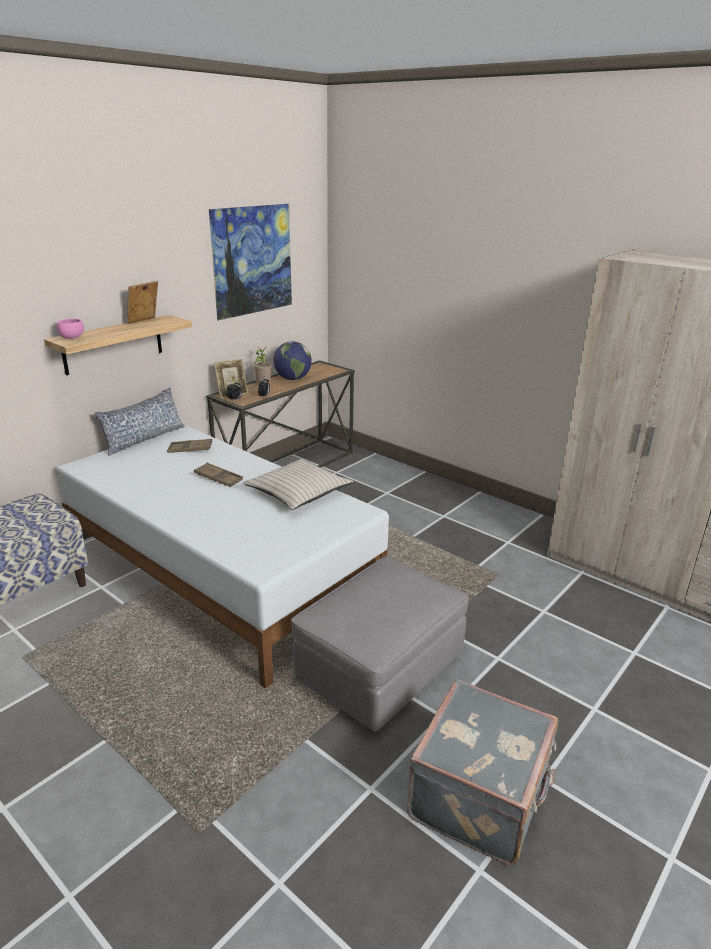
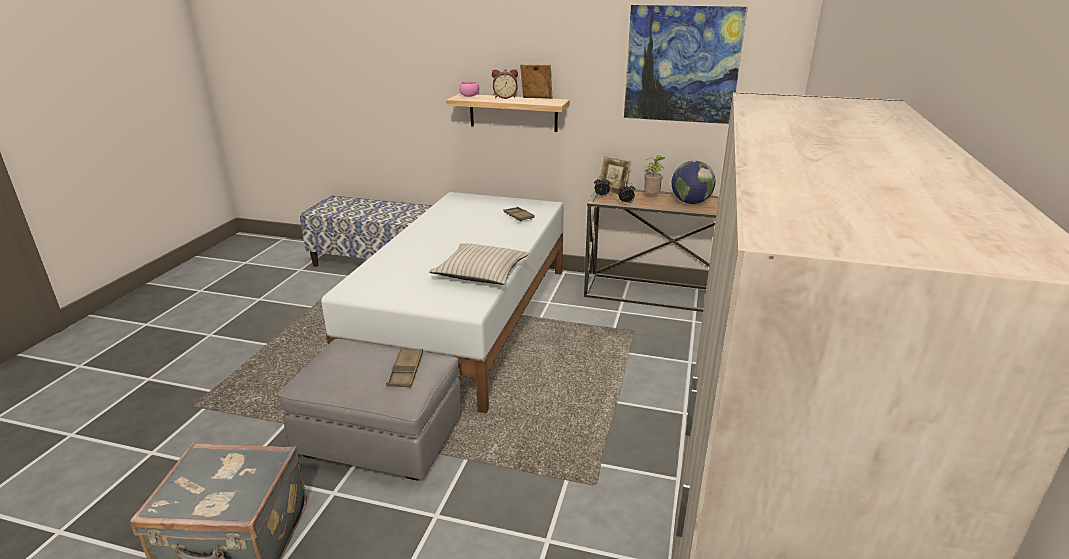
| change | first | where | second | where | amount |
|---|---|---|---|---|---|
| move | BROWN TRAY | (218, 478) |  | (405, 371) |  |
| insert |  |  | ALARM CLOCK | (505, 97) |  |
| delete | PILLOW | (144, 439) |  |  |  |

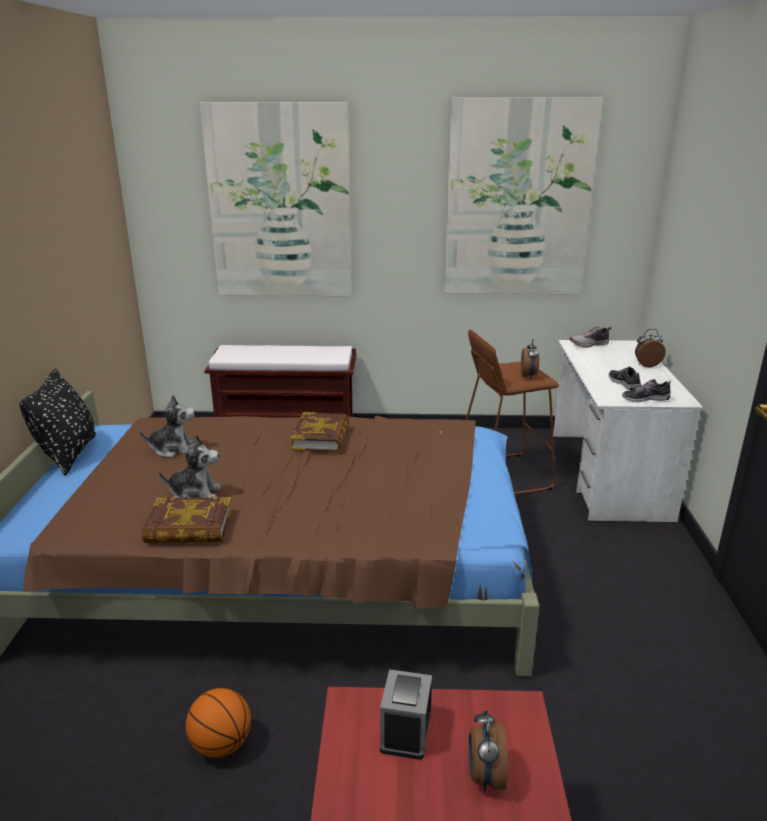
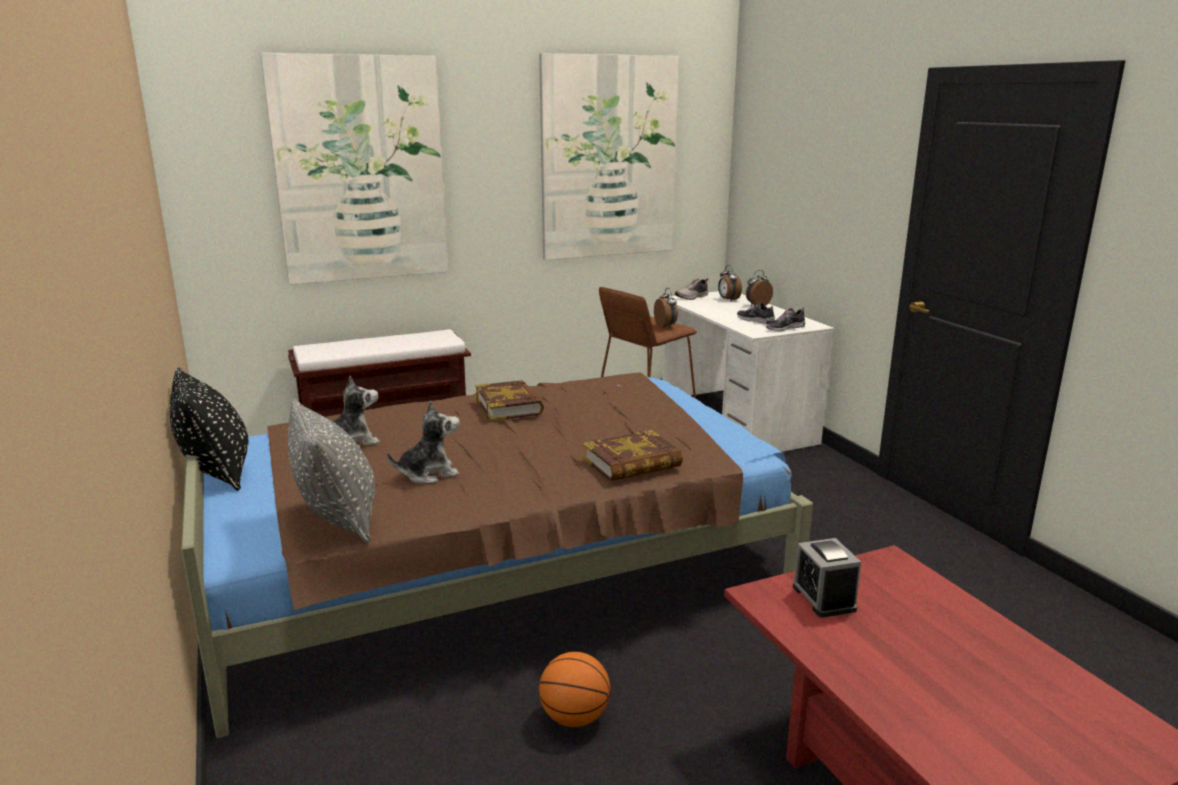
| change | first | where | second | where | amount |
|---|---|---|---|---|---|
| insert |  |  | GREY PILLOW | (338, 519) |  |
| move | BOOK | (189, 527) |  | (632, 463) |  |
| move | ALARM CLOCK | (485, 776) |  | (728, 300) |  |

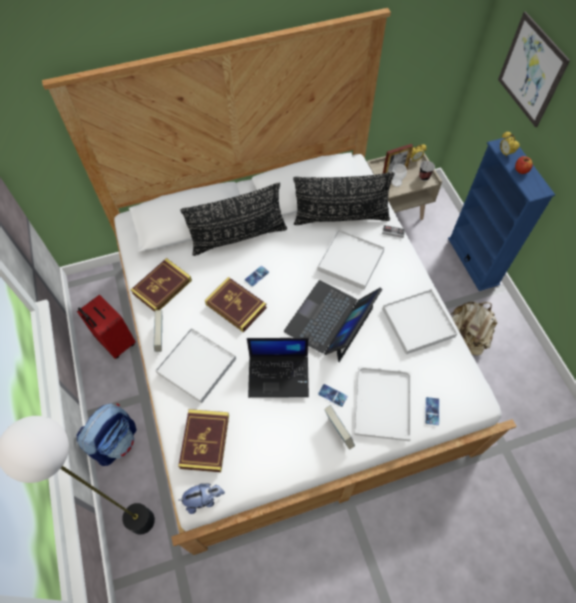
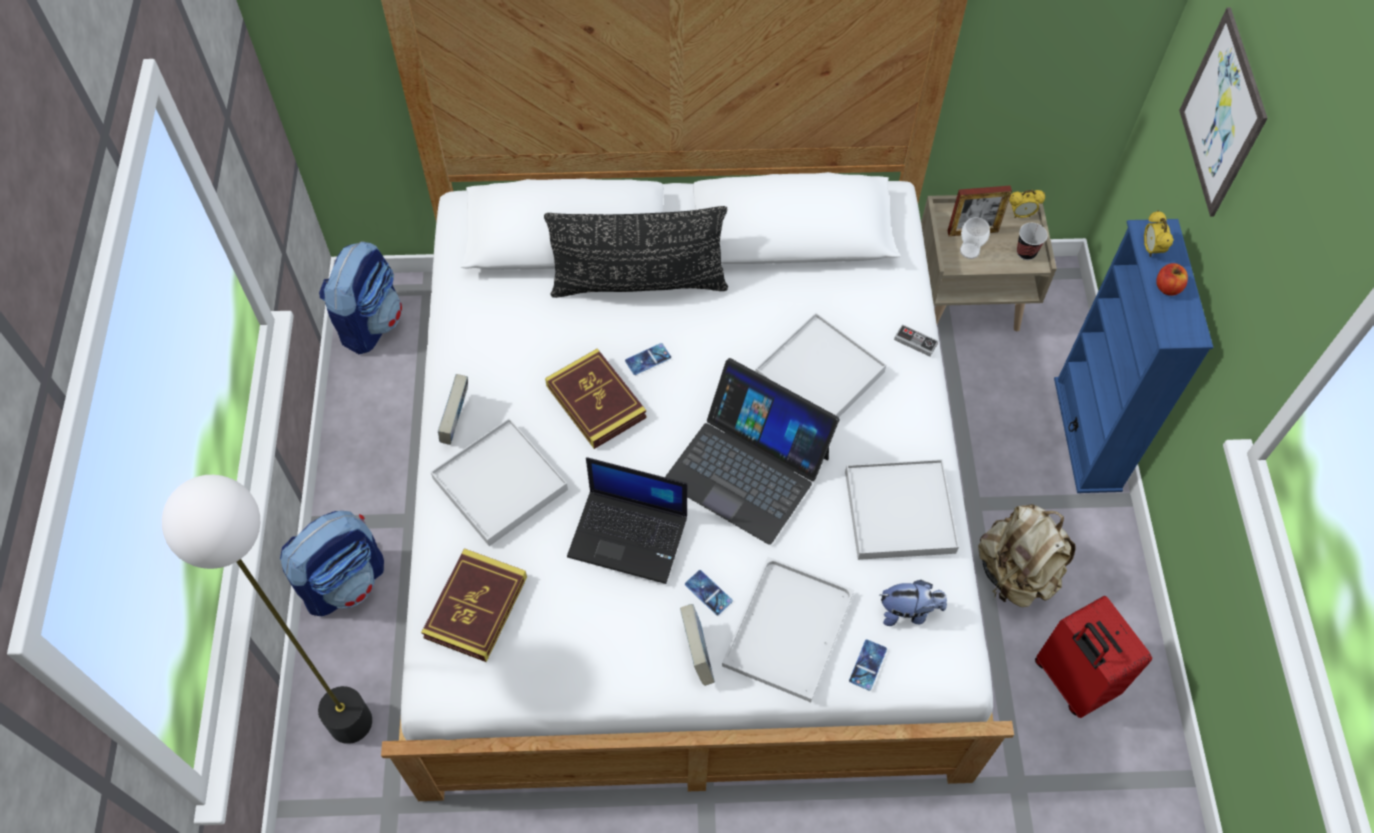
| change | first | where | second | where | amount |
|---|---|---|---|---|---|
| insert |  |  | BACKPACK | (370, 322) |  |
| rotate | LAPTOP | (330, 320) |  | (747, 468) | 105 degrees counterclockwise |
| move | PLUSH TOY | (204, 499) |  | (908, 612) |  |
| move | RED SUITCASE | (115, 342) |  | (1071, 680) |  |
| delete | BOOK | (162, 287) |  |  |  |
| delete | BLACK PILLOW | (341, 217) |  |  |  |

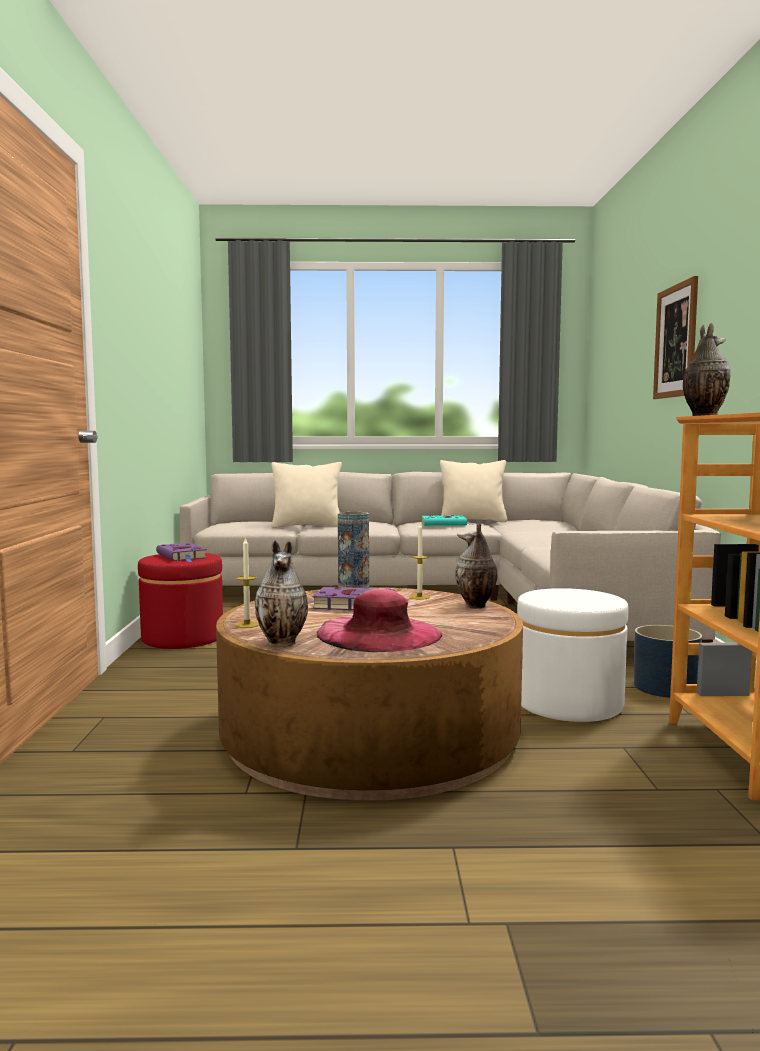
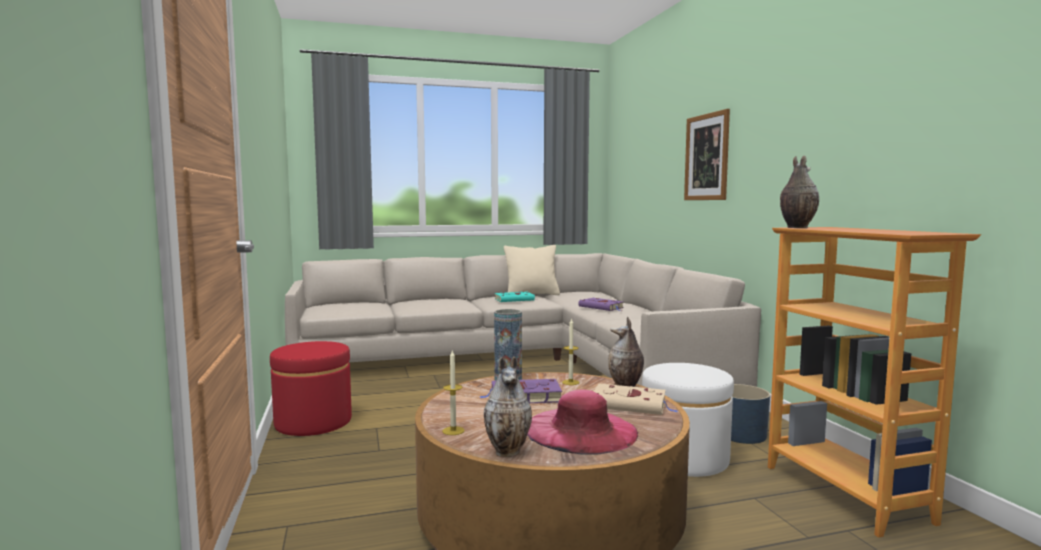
| change | first | where | second | where | amount |
|---|---|---|---|---|---|
| move | PURPLE BOOK | (182, 556) |  | (602, 307) |  |
| insert |  |  | BEIGE BOOK | (631, 405) |  |
| delete | BEIGE PILLOW | (307, 526) |  |  |  |

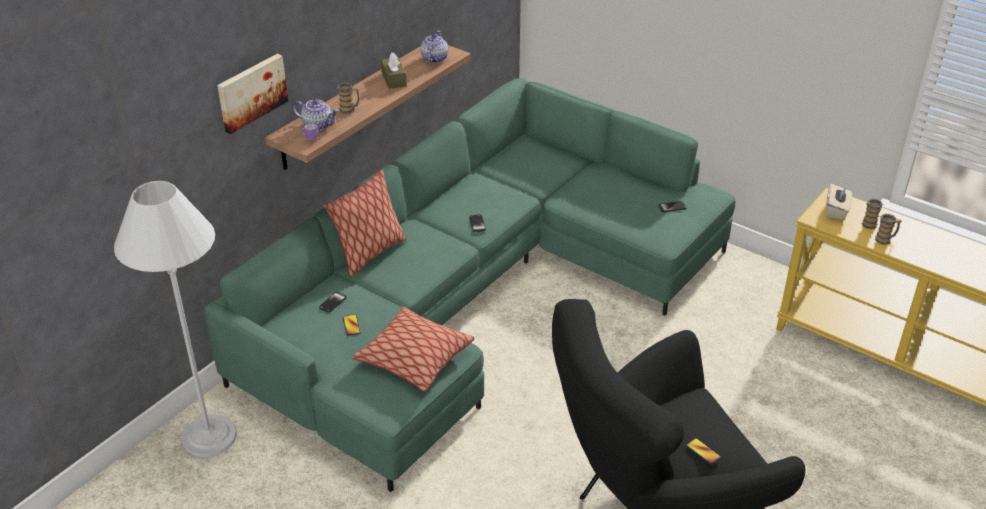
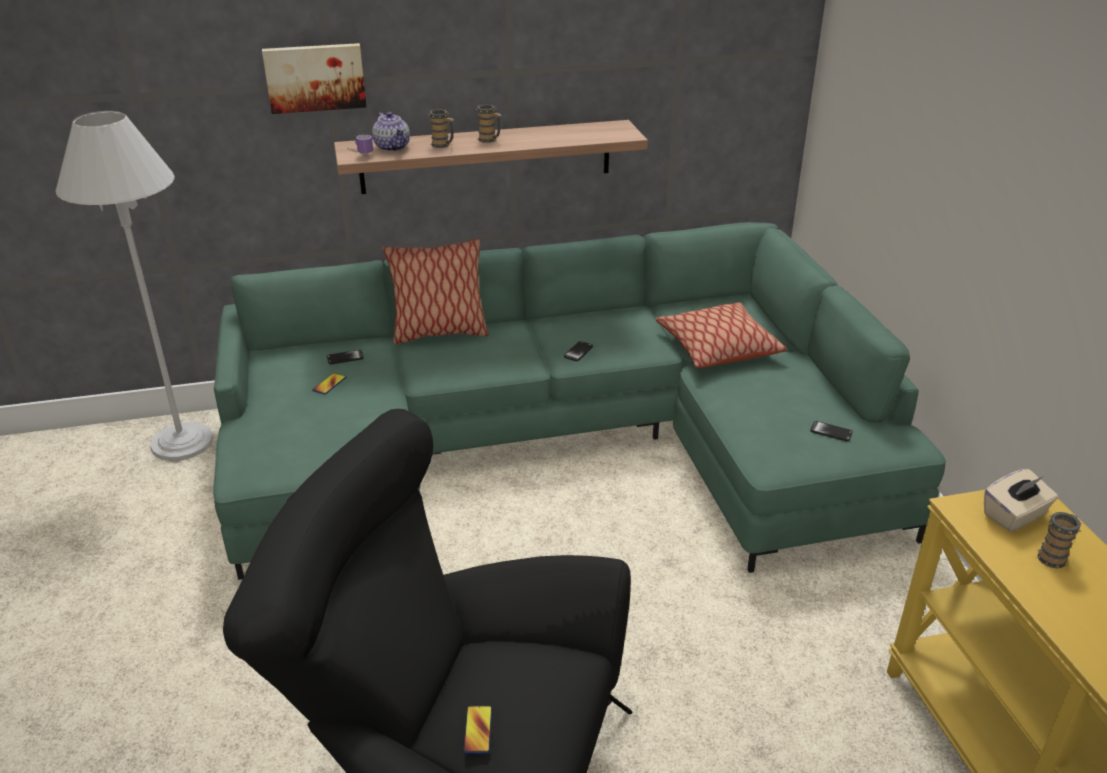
| change | first | where | second | where | amount |
|---|---|---|---|---|---|
| move | MUG | (885, 240) |  | (490, 140) |  |
| move | PILLOW | (414, 358) |  | (717, 348) |  |
| delete | BROWN TISSUE BOX | (394, 79) |  |  |  |
| delete | TEAPOT | (434, 58) |  |  |  |

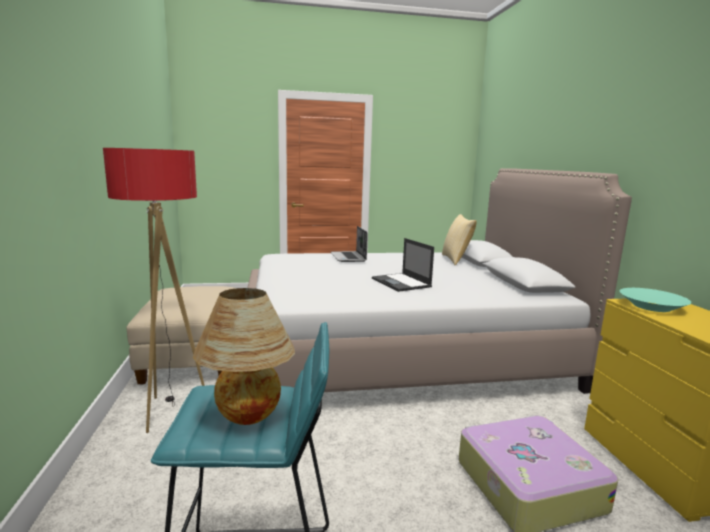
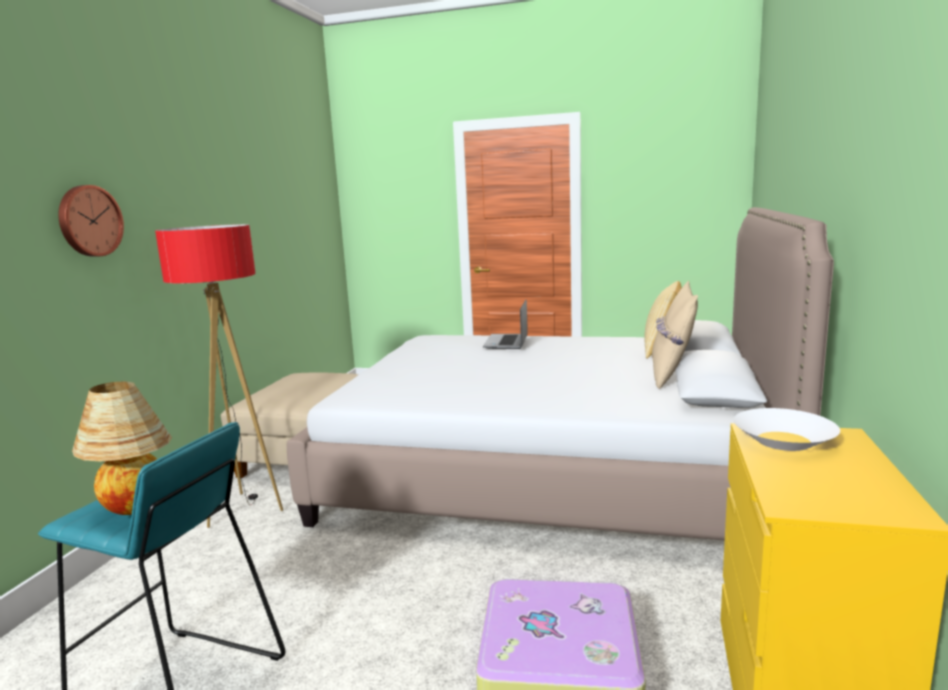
| change | first | where | second | where | amount |
|---|---|---|---|---|---|
| insert |  |  | WALL CLOCK | (89, 221) |  |
| insert |  |  | BEIGE PILLOW | (672, 375) |  |
| recolor | TURQUOISE BOWL | (651, 306) | WHITE BOWL | (784, 440) |  |
| delete | LAPTOP | (401, 283) |  |  |  |

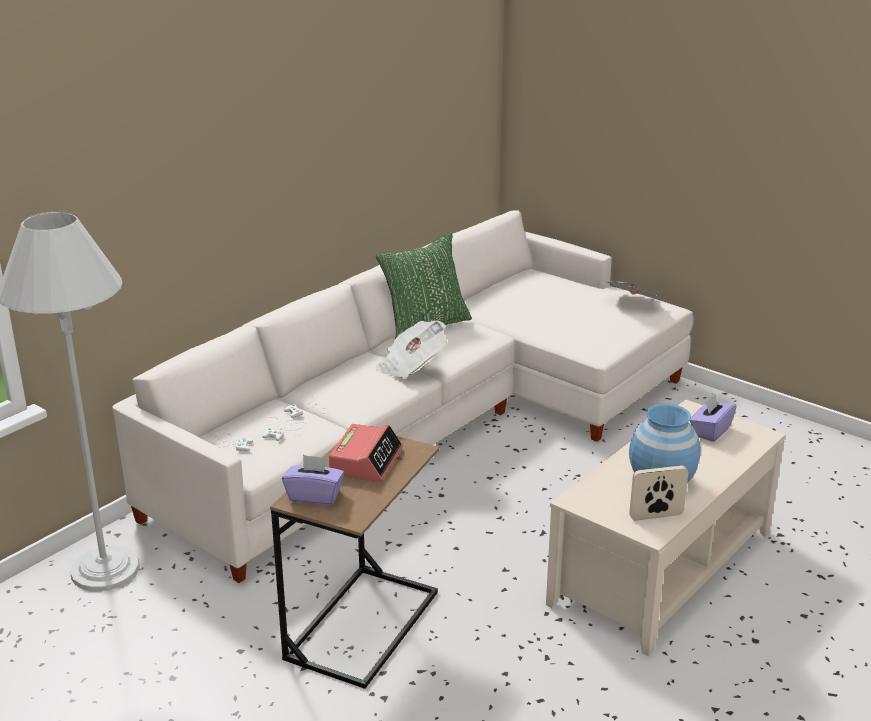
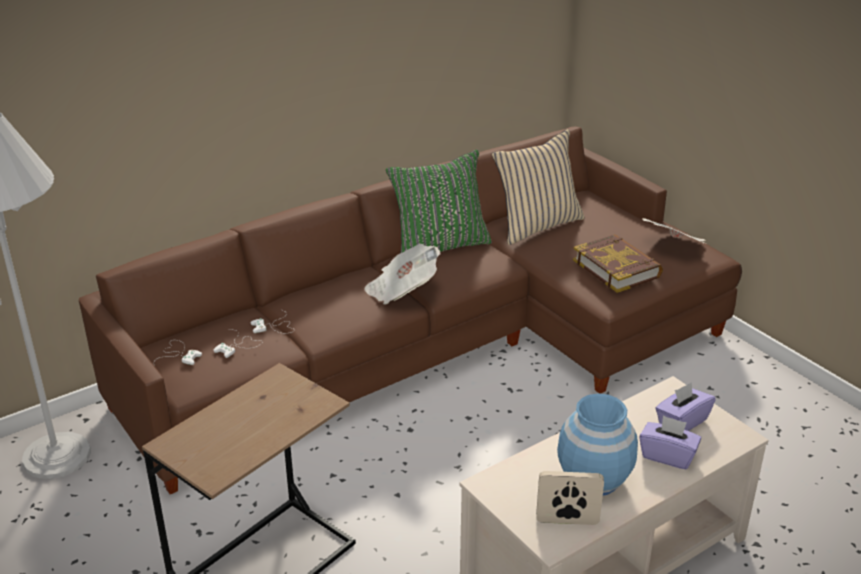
| change | first | where | second | where | amount |
|---|---|---|---|---|---|
| recolor | WHITE SOFA | (433, 421) | BROWN SOFA | (440, 343) |  |
| insert |  |  | BEIGE PILLOW | (536, 225) |  |
| insert |  |  | BOOK | (616, 268) |  |
| move | PURPLE TISSUE BOX | (314, 496) |  | (667, 455) |  |
| delete | ALARM CLOCK | (366, 461) |  |  |  |

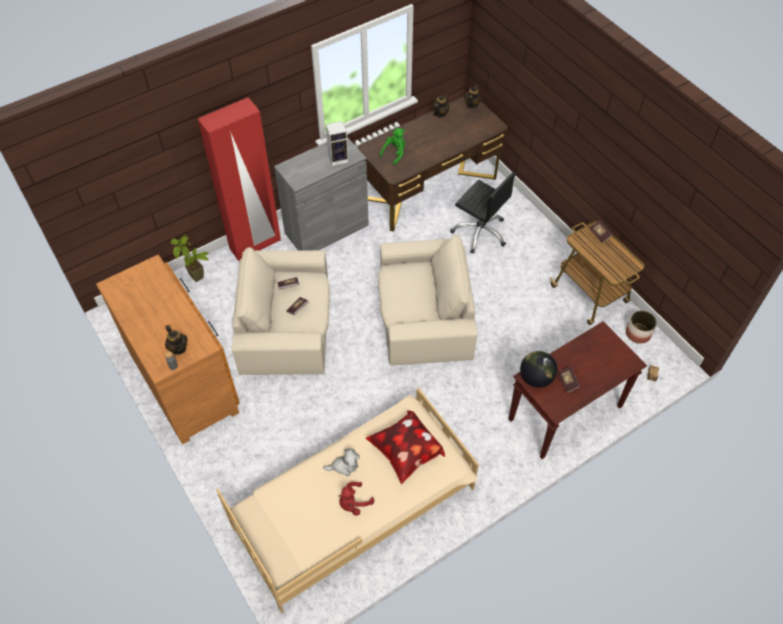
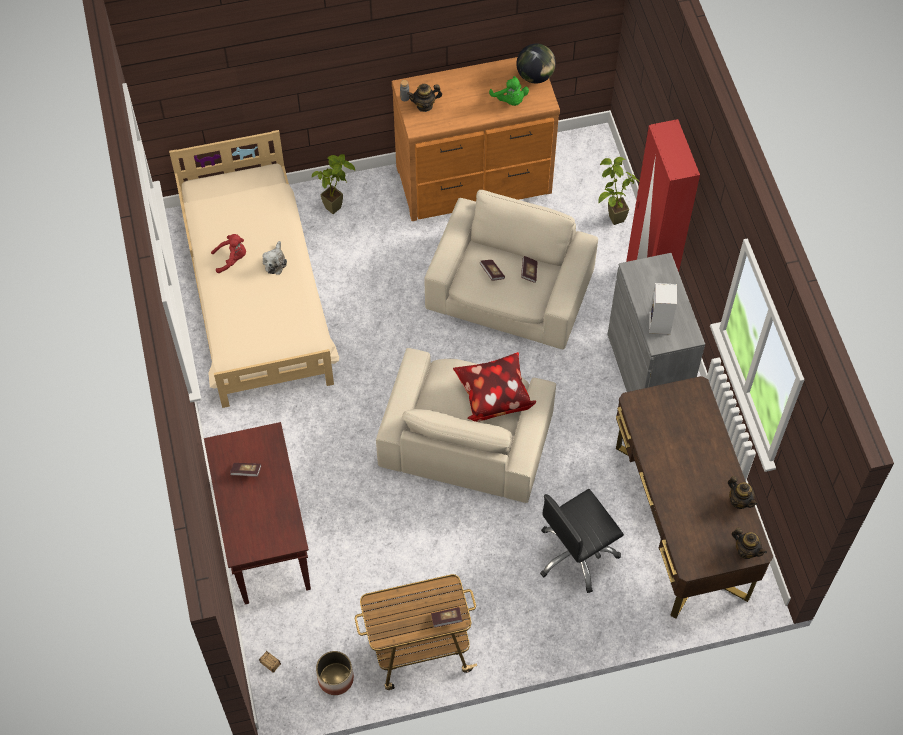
| change | first | where | second | where | amount |
|---|---|---|---|---|---|
| rotate | RED PLUSH TOY | (353, 503) |  | (232, 259) | 90 degrees clockwise |
| insert |  |  | POTTED PLANT | (338, 205) |  |
| move | PILLOW | (405, 454) |  | (493, 396) |  |
| move | GREEN PLUSH TOY | (395, 153) |  | (510, 100) |  |
| move | GLOBE | (536, 378) |  | (535, 76) |  |

